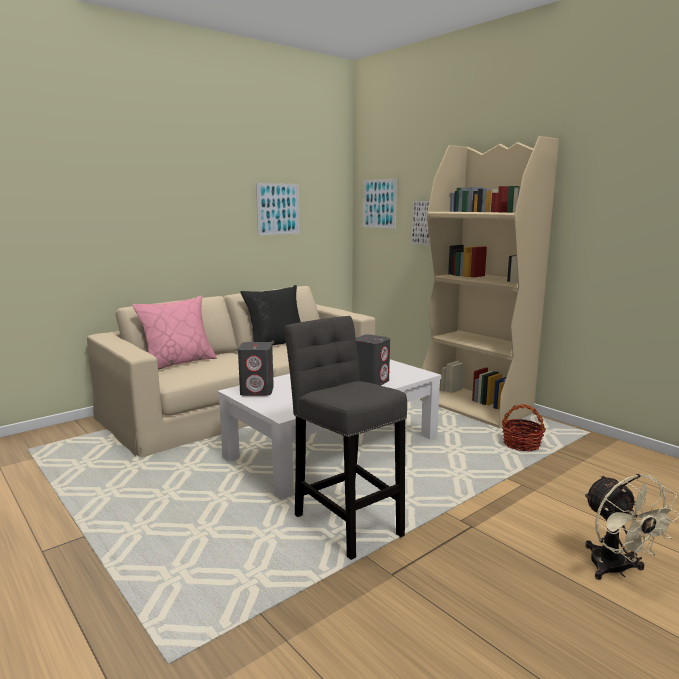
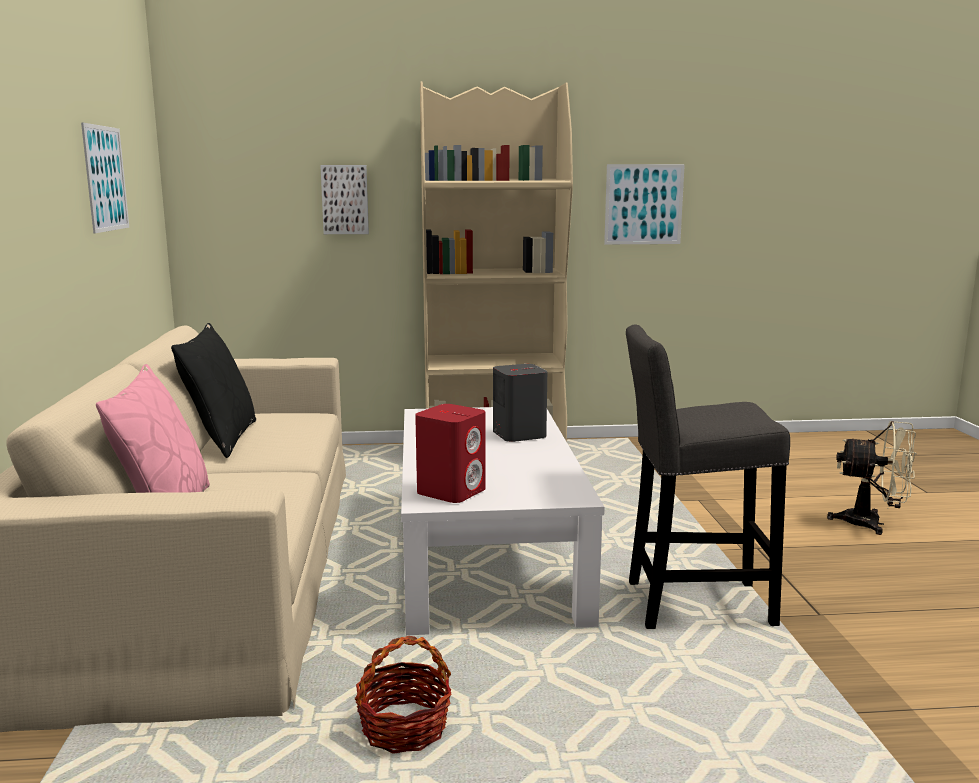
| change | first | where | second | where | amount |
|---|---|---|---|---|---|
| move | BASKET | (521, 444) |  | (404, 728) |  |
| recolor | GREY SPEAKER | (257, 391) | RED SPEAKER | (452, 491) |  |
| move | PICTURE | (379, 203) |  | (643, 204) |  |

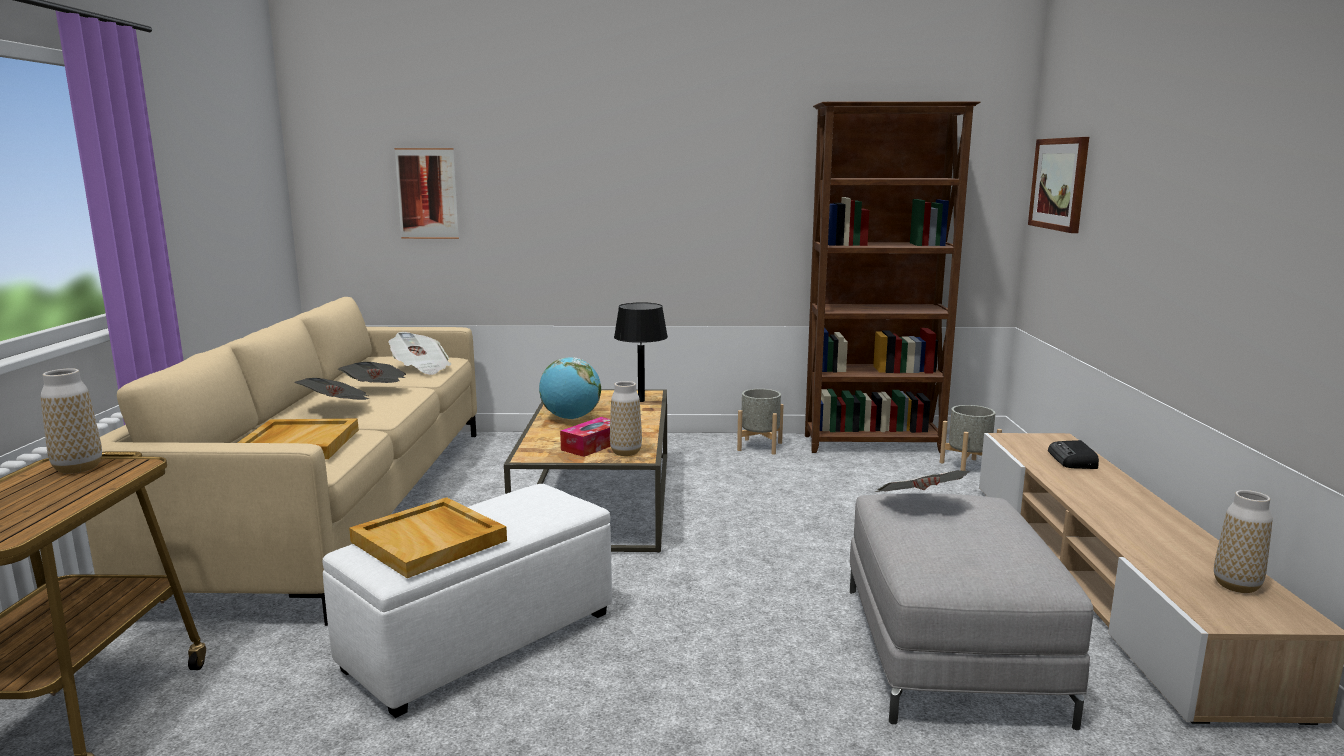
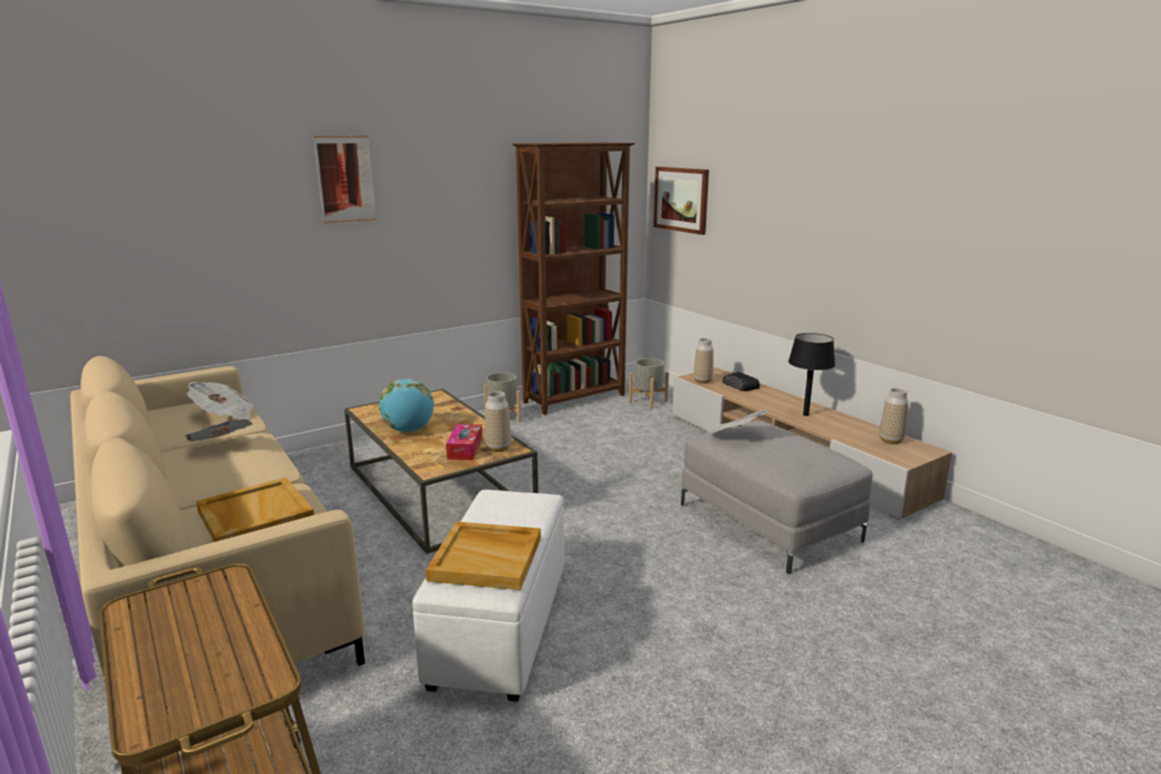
| change | first | where | second | where | amount |
|---|---|---|---|---|---|
| move | PICTURE | (427, 193) |  | (345, 179) |  |
| move | VASE | (78, 468) |  | (702, 381) |  |
| move | BLACK TABLE LAMP | (641, 401) |  | (805, 415) |  |
| delete | NEWSPAPER | (338, 408) |  |  |  |

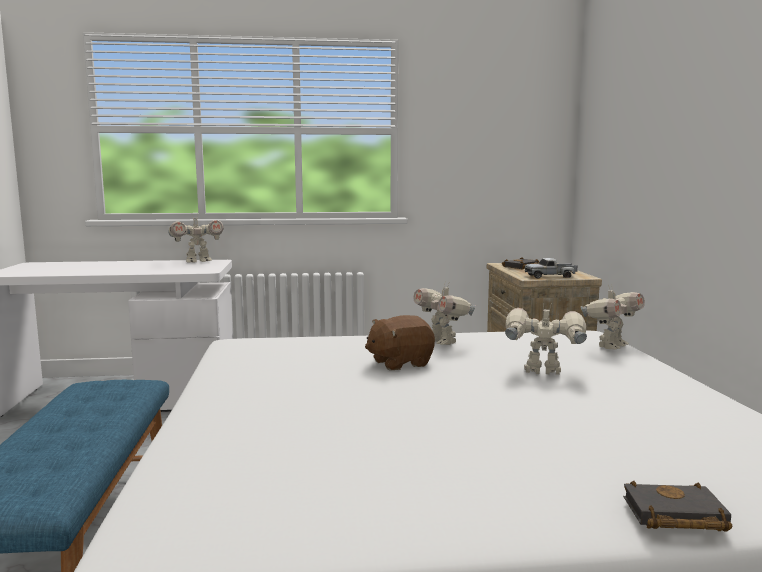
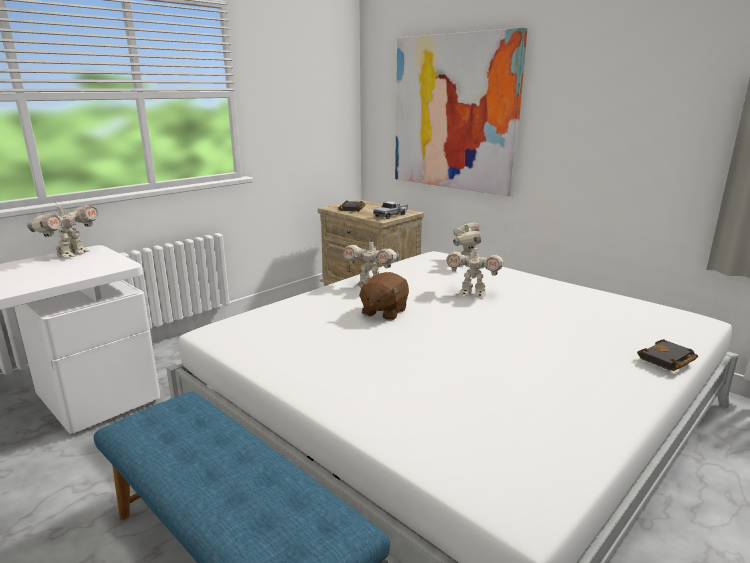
| change | first | where | second | where | amount |
|---|---|---|---|---|---|
| insert |  |  | PICTURE | (454, 113) |  |
| rotate | TOY ROBOT | (542, 373) |  | (472, 293) | 135 degrees counterclockwise |

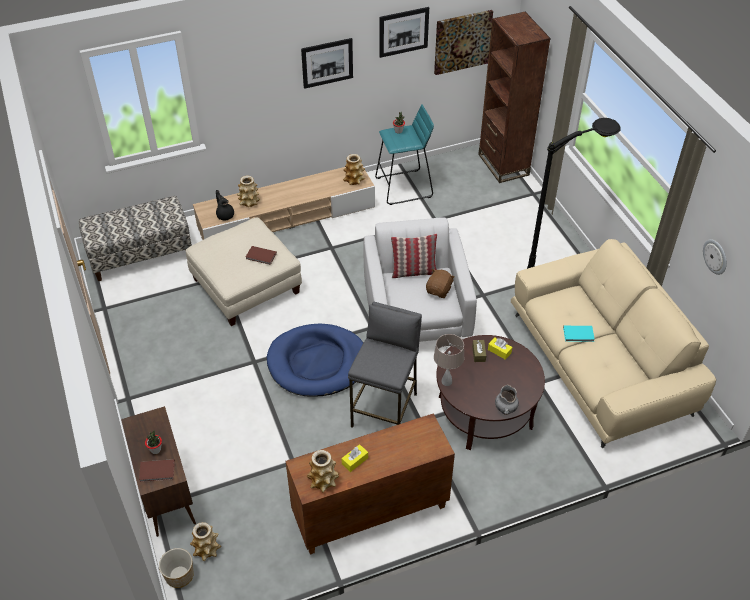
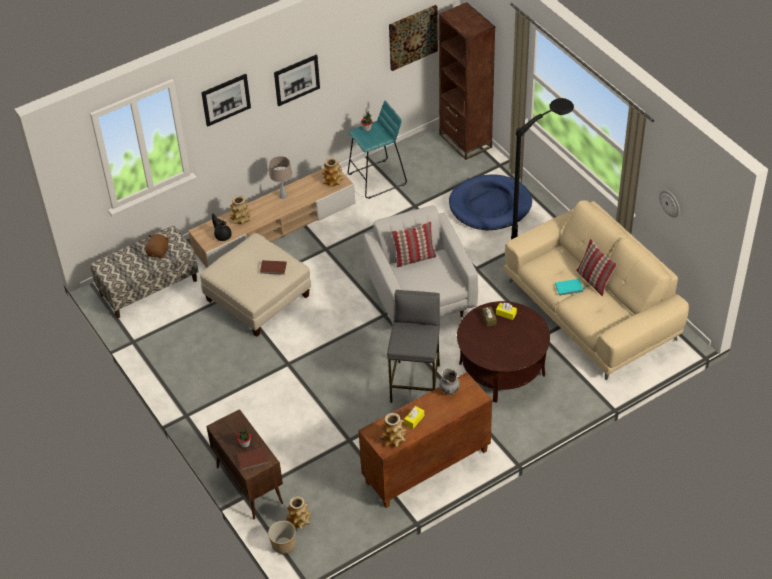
| change | first | where | second | where | amount |
|---|---|---|---|---|---|
| move | BROWN PLUSH TOY | (439, 290) |  | (158, 252) |  |
| move | PICTURE | (403, 32) |  | (226, 99) |  |
| move | BEIGE TABLE LAMP | (446, 382) |  | (283, 196) |  |
| move | GREY VASE | (505, 410) |  | (449, 391) |  |
| move | BLUE DOG BED | (317, 363) |  | (490, 205) |  |
| insert |  |  | PILLOW | (593, 281) |  |

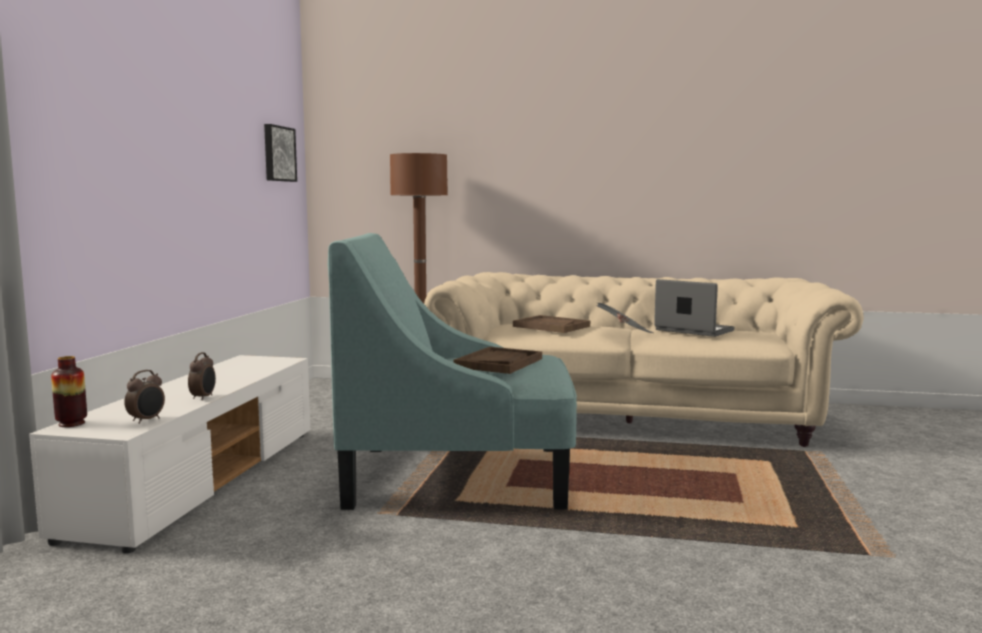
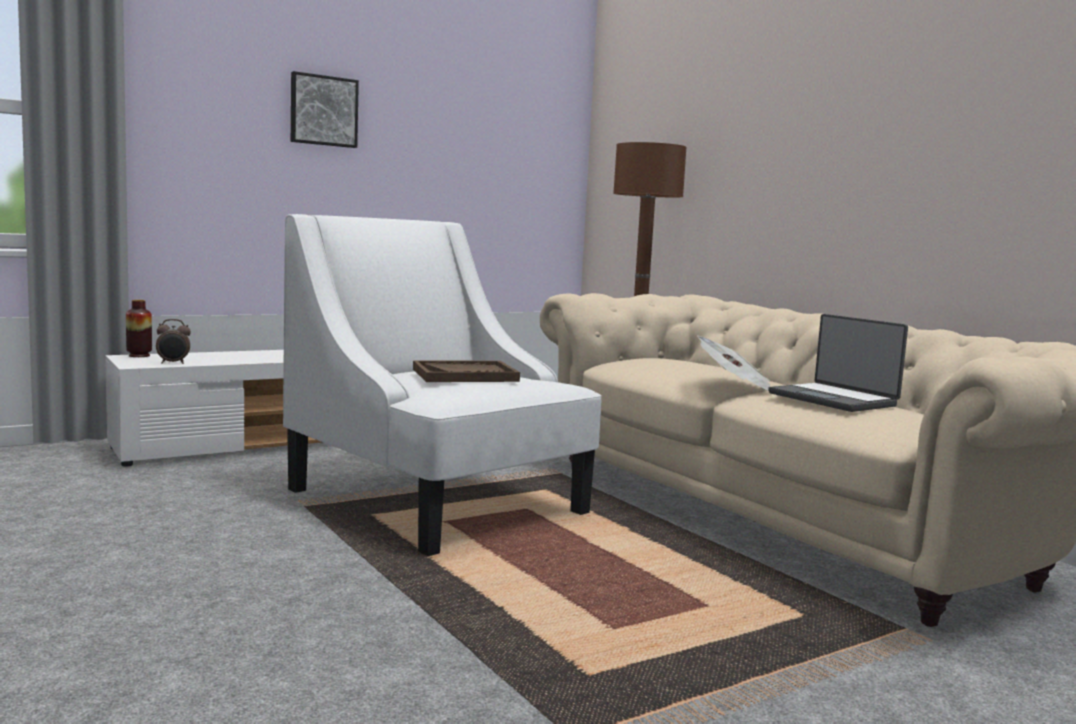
| change | first | where | second | where | amount |
|---|---|---|---|---|---|
| recolor | TURQUOISE ARMCHAIR | (460, 476) | WHITE ARMCHAIR | (437, 501) |  |
| move | PICTURE | (278, 154) |  | (323, 111) |  |
| rotate | LAPTOP | (693, 330) |  | (834, 399) | 150 degrees clockwise |
| delete | ALARM CLOCK | (203, 397) |  |  |  |
| delete | BROWN TRAY | (551, 326) |  |  |  |

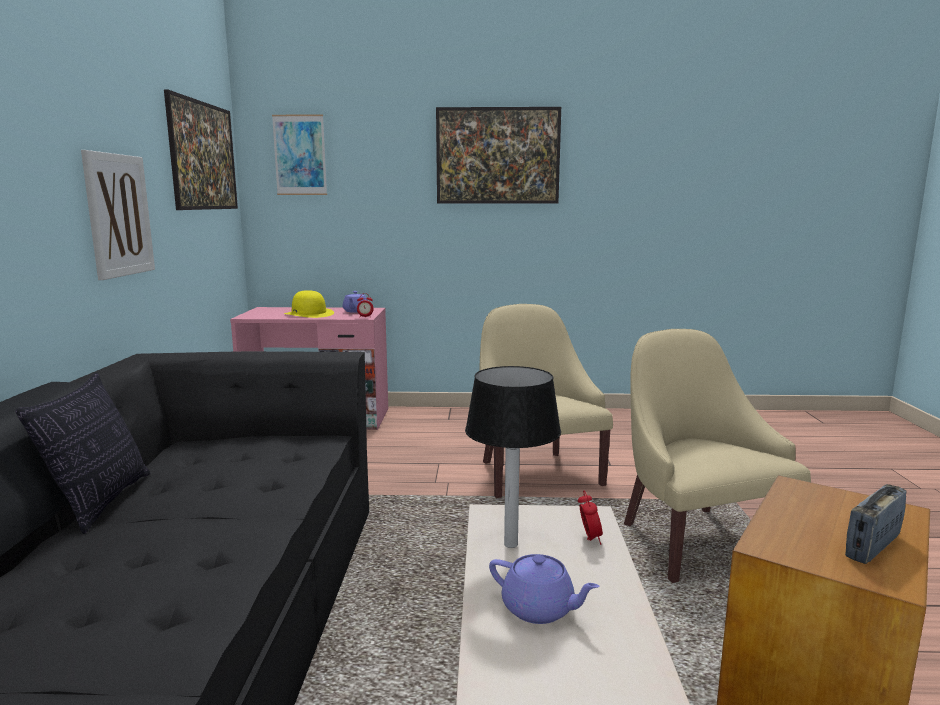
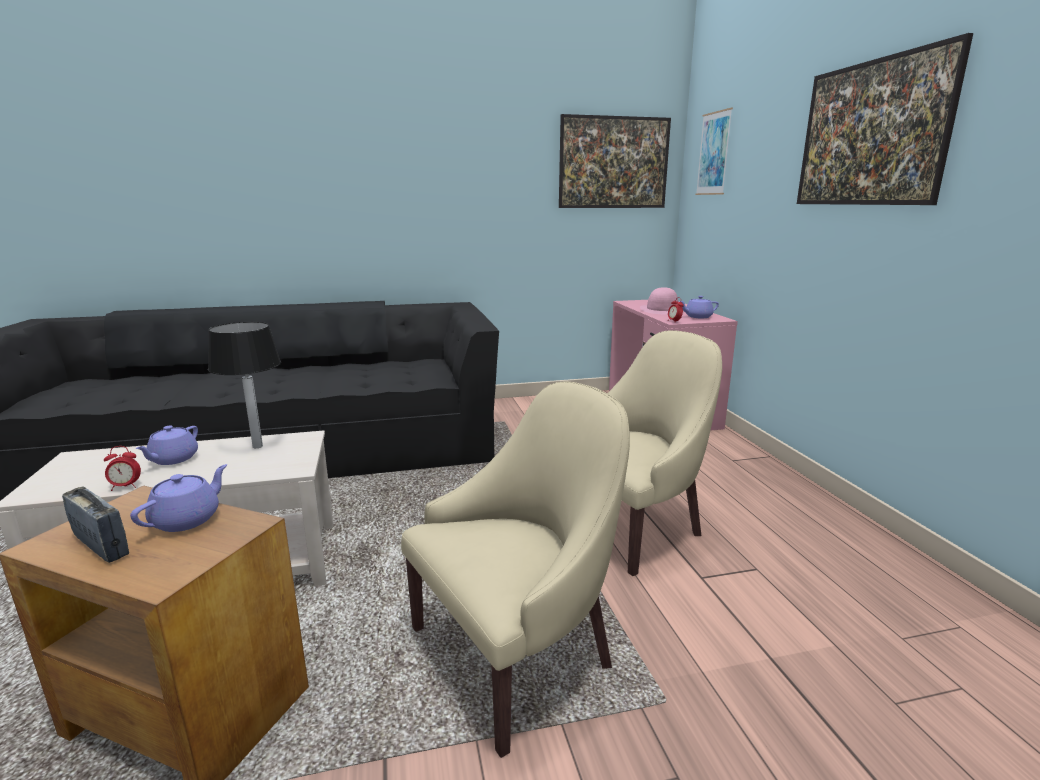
| change | first | where | second | where | amount |
|---|---|---|---|---|---|
| move | ALARM CLOCK | (589, 539) |  | (125, 486) |  |
| insert |  |  | PURPLE TEAPOT | (187, 519) |  |
| recolor | YELLOW HAT | (309, 314) | PINK HAT | (662, 310) |  |
| delete | PILLOW | (100, 502) |  |  |  |
| delete | PICTURE | (119, 215) |  |  |  |

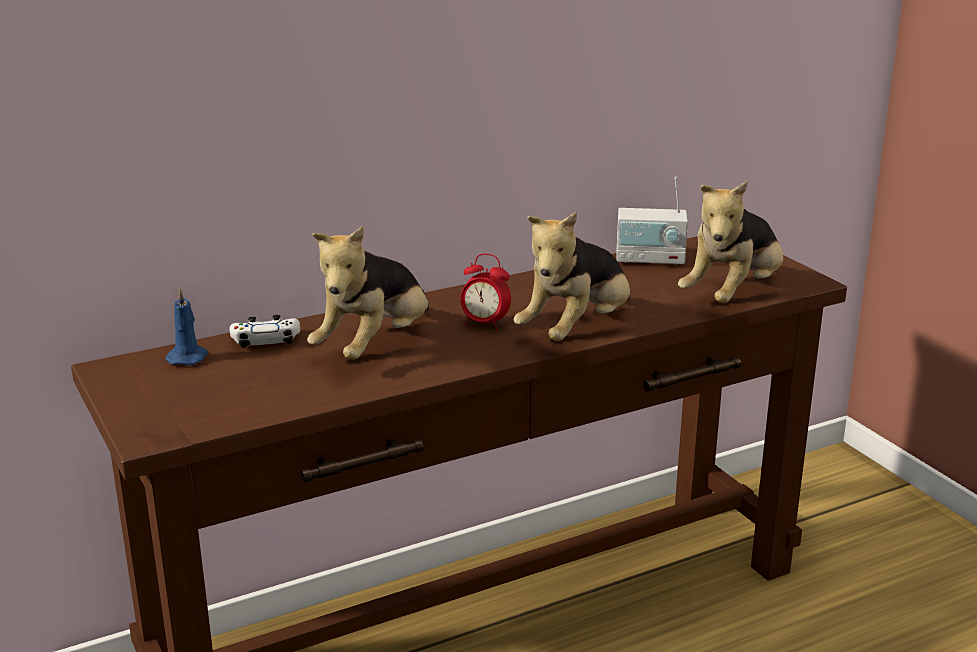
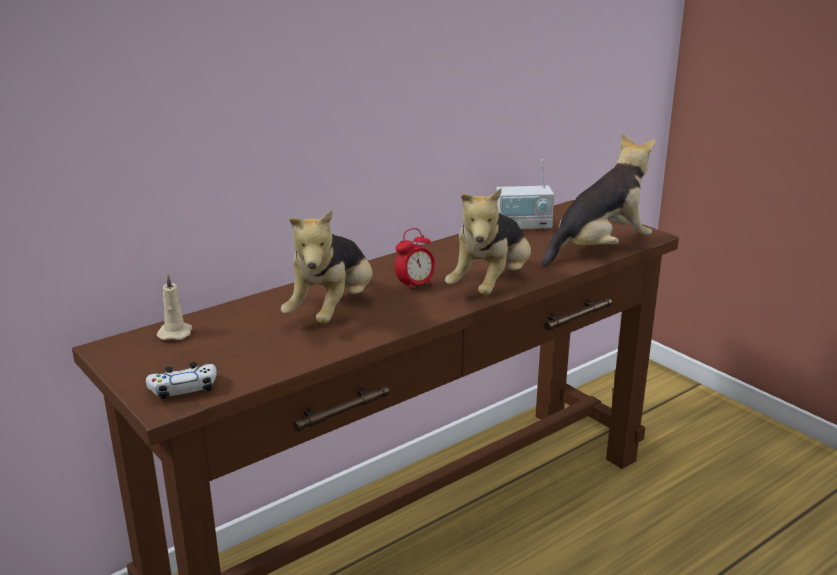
| change | first | where | second | where | amount |
|---|---|---|---|---|---|
| move | WHITE GAME CONTROLLER | (266, 341) |  | (183, 388) |  |
| recolor | BLUE CANDLE | (188, 357) | BEIGE CANDLE | (175, 333) |  |
| rotate | ALARM CLOCK | (484, 324) |  | (415, 286) | 45 degrees counterclockwise |
| rotate | PLUSH TOY | (733, 295) |  | (599, 249) | 150 degrees counterclockwise |

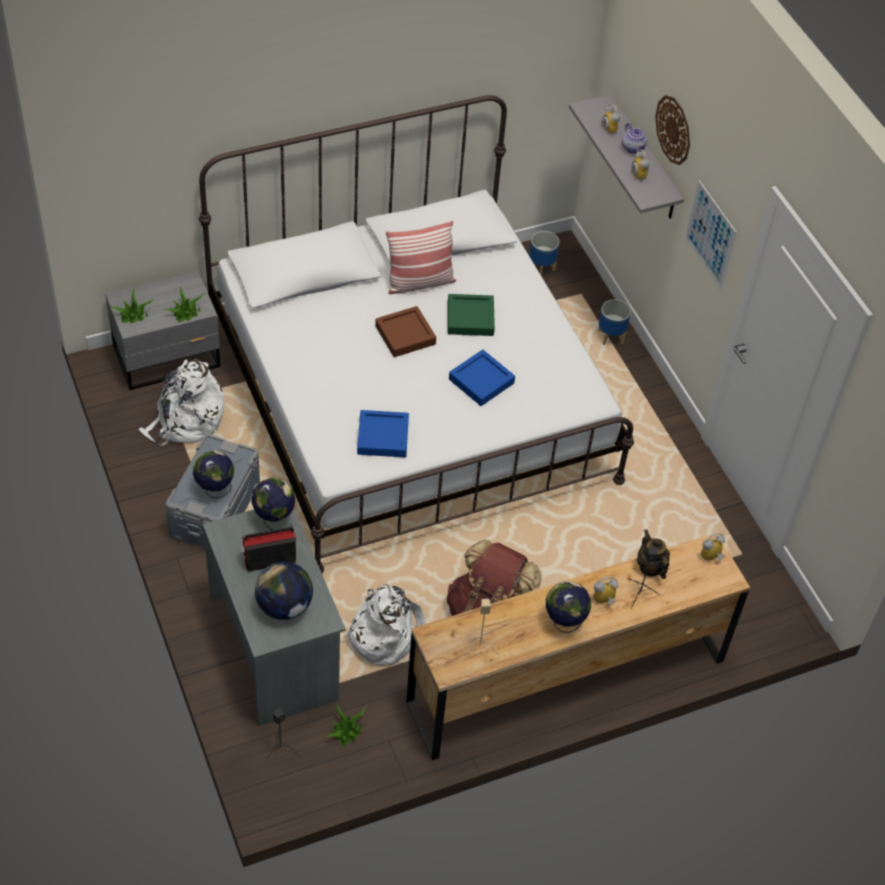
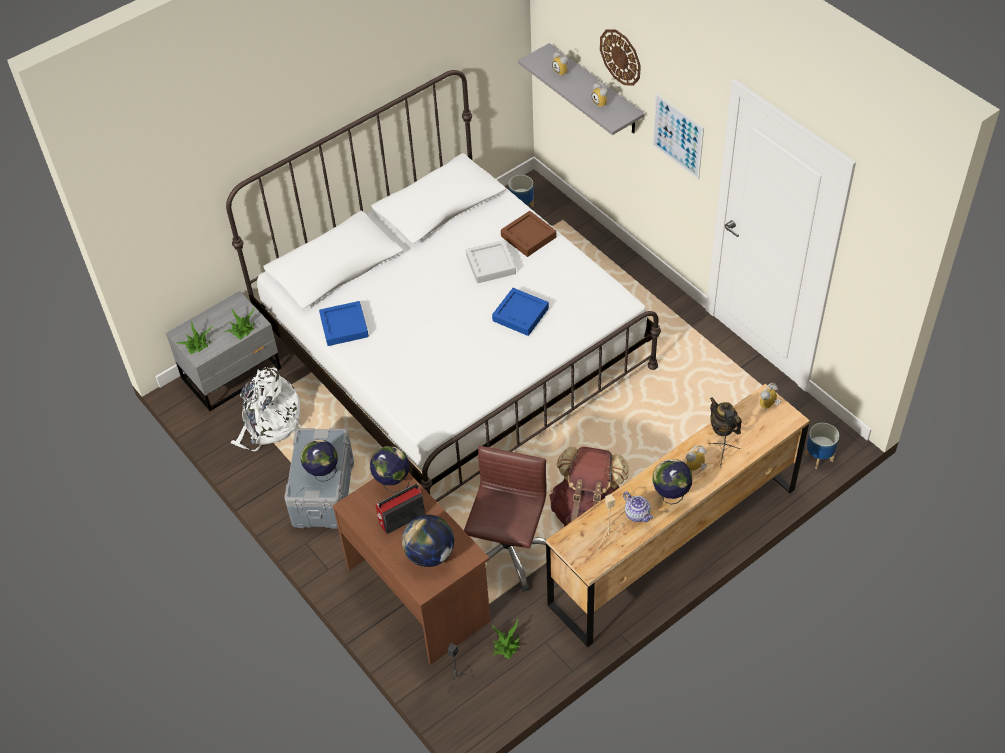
| change | first | where | second | where | amount |
|---|---|---|---|---|---|
| move | BLUE TRAY | (383, 437) |  | (344, 326) |  |
| recolor | GREY DESK | (275, 647) | BROWN DESK | (419, 593) |  |
| replace | WHITE BACKPACK | (385, 633) | BROWN OFFICE CHAIR | (507, 552) |  |
| recolor | GREEN TRAY | (470, 318) | GREY TRAY | (491, 265) |  |
| move | BROWN TRAY | (405, 335) |  | (528, 237) |  |
| move | TEAPOT | (633, 148) |  | (638, 514) |  |
| move | PLANTER | (611, 337) |  | (819, 457) |  |
| delete | PILLOW | (419, 282) |  |  |  |

